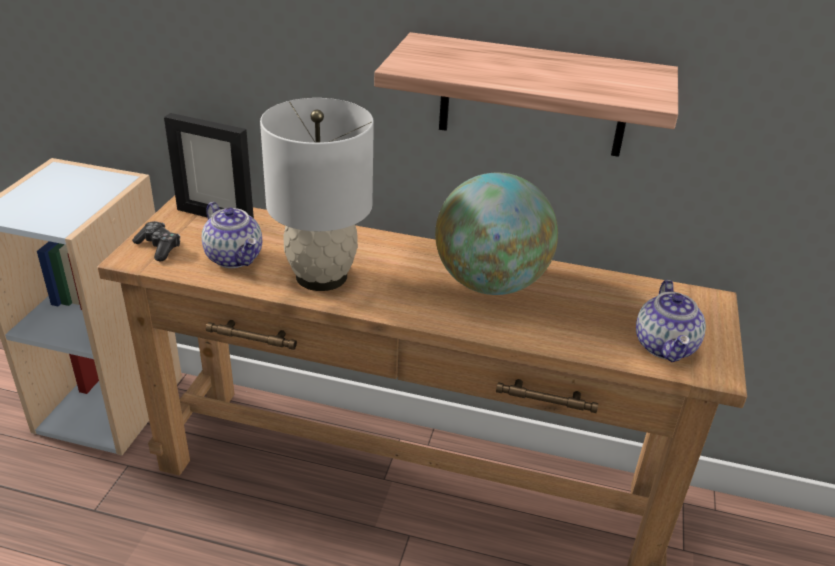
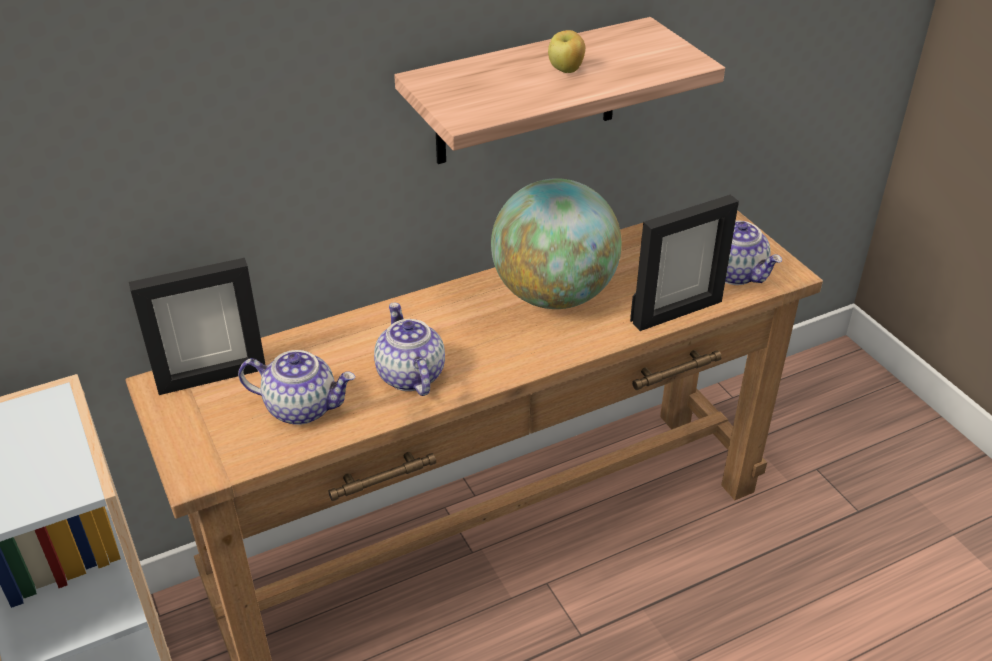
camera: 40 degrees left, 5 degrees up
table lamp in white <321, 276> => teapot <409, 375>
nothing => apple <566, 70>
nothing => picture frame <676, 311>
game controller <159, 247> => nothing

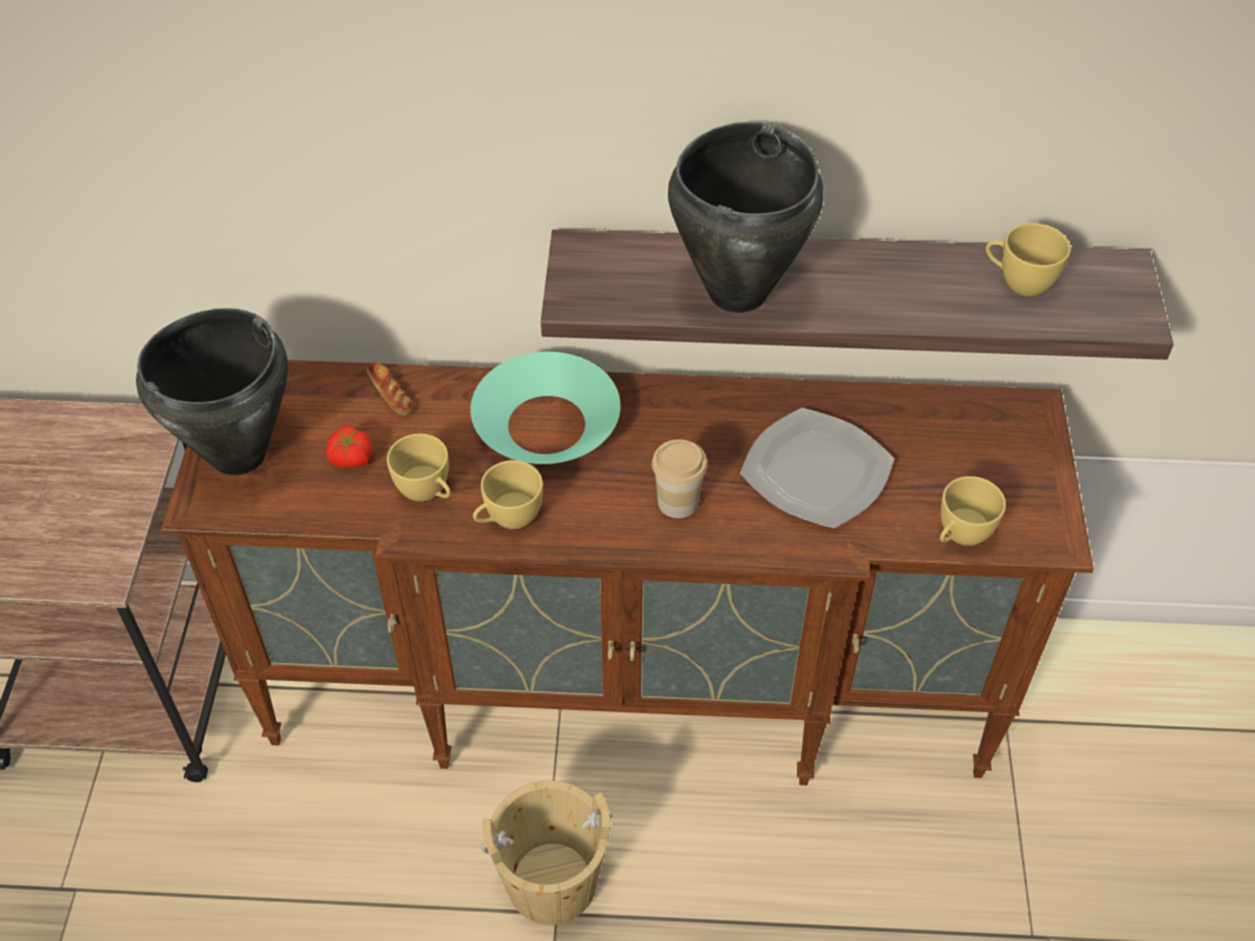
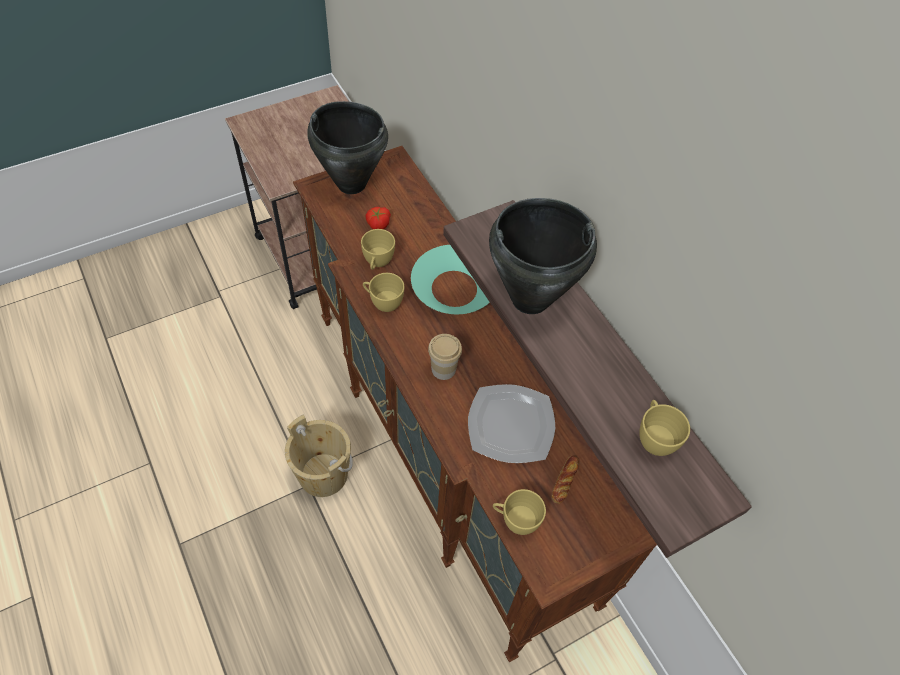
camera: 55 degrees right, 5 degrees up
bread <390, 392> => bread <564, 481>, relocated

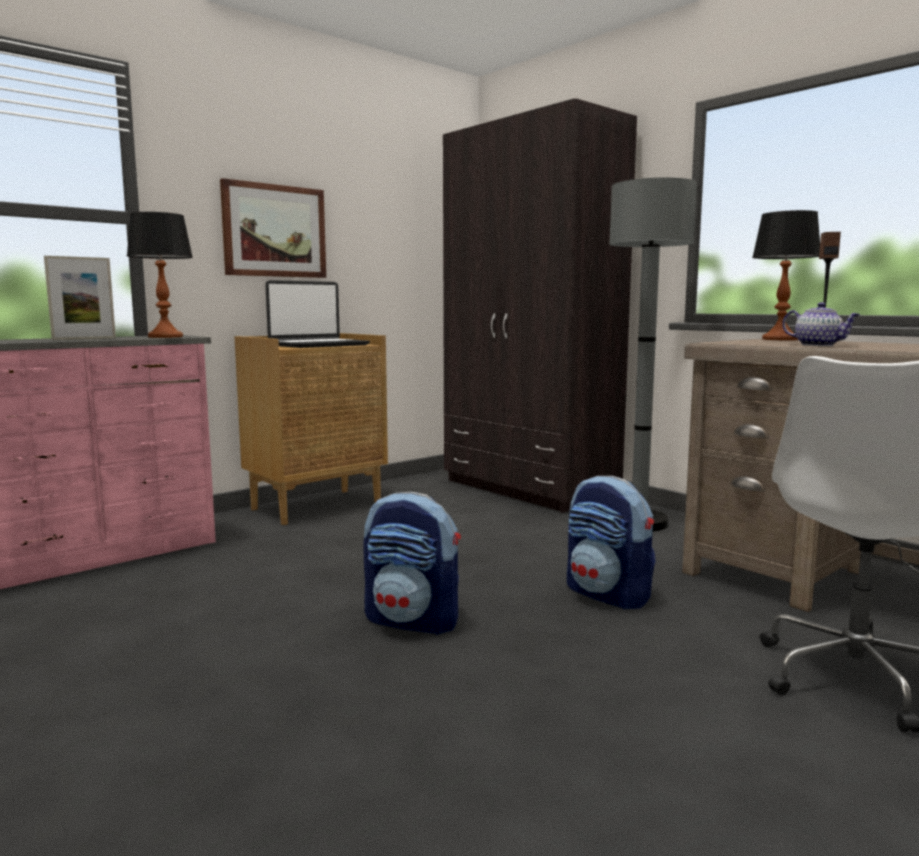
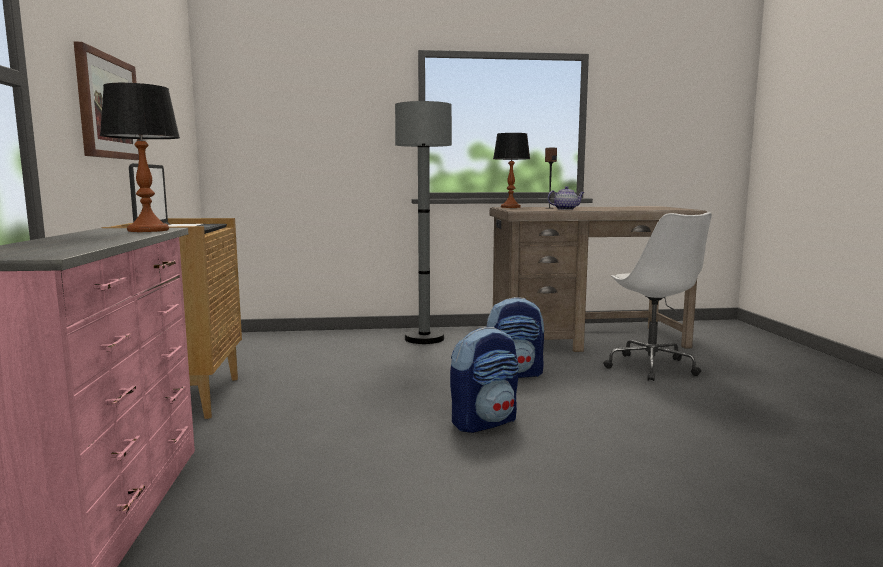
camera: 55 degrees left, 0 degrees up
picture frame <84, 339> => nothing
wardrobe in brown <529, 489> => nothing

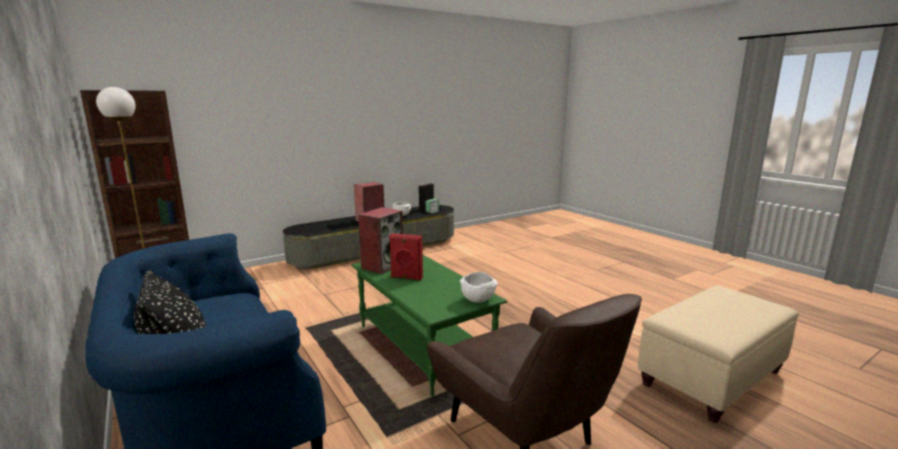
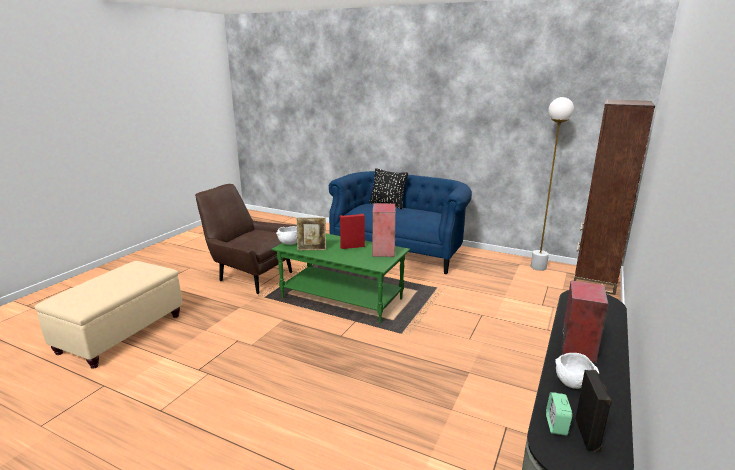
camera: 150 degrees right, 5 degrees up
nothing => picture frame <312, 249>

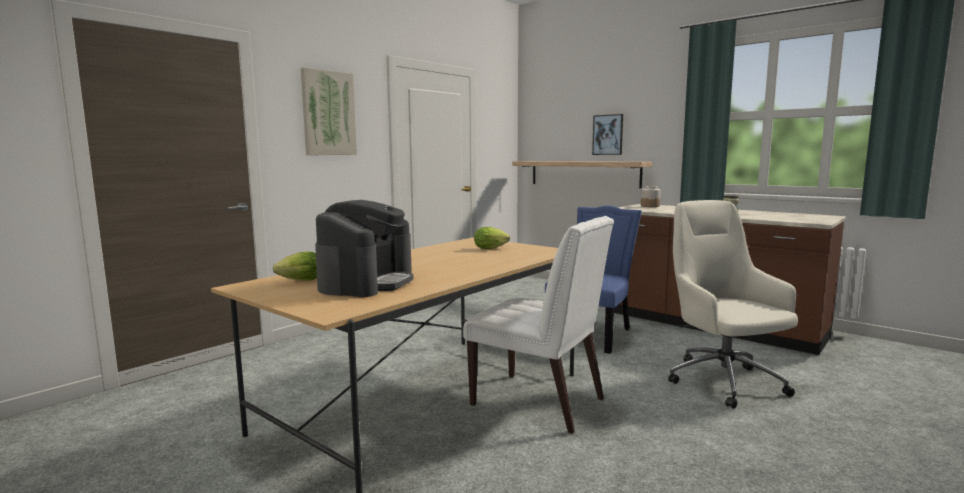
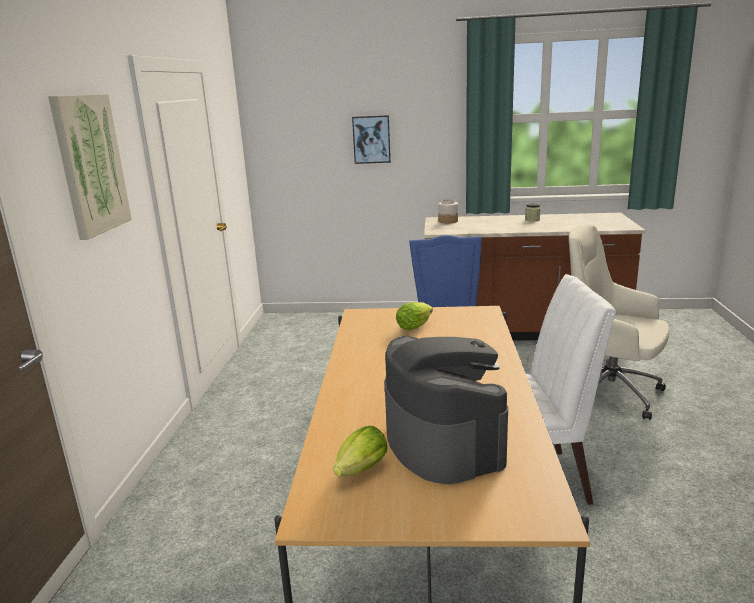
camera: 35 degrees left, 10 degrees up
shelf <583, 173> => nothing

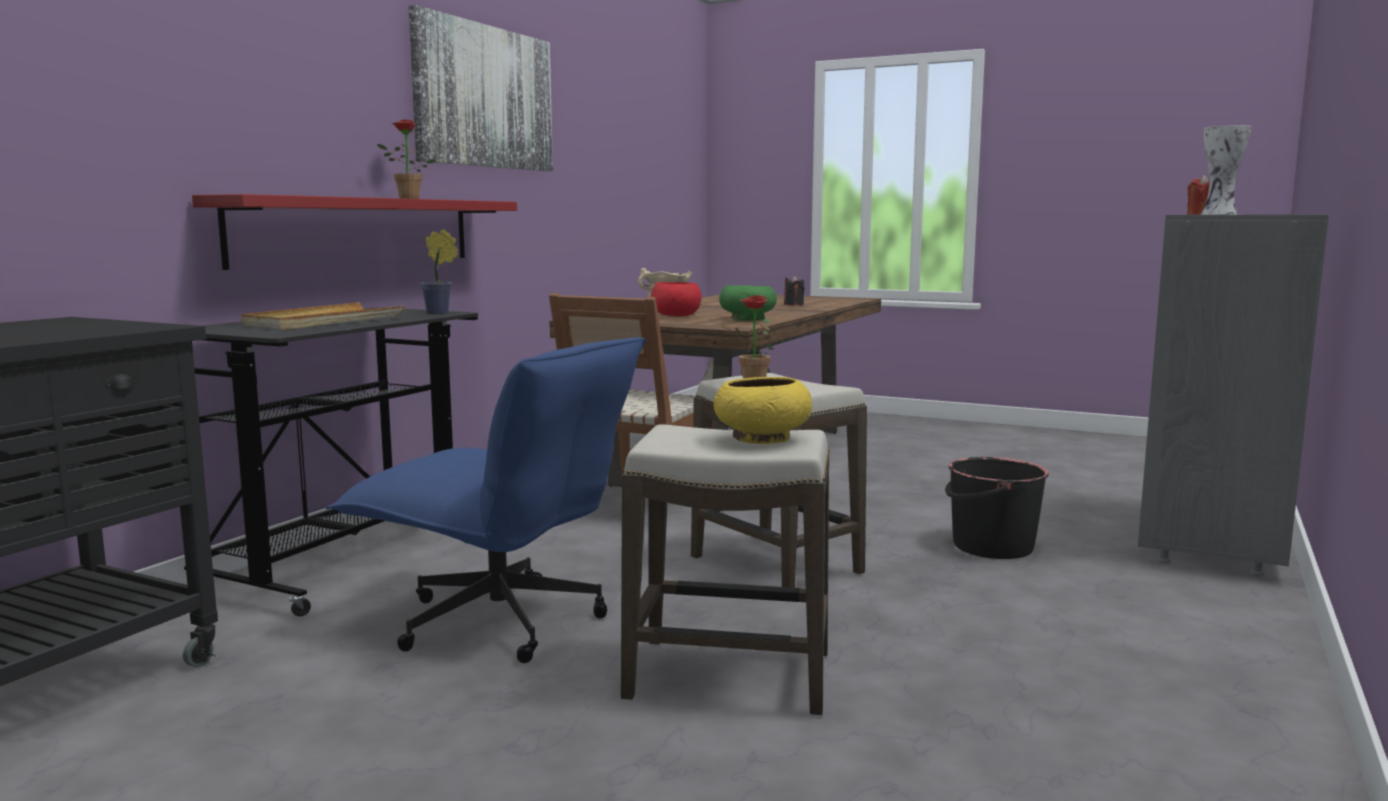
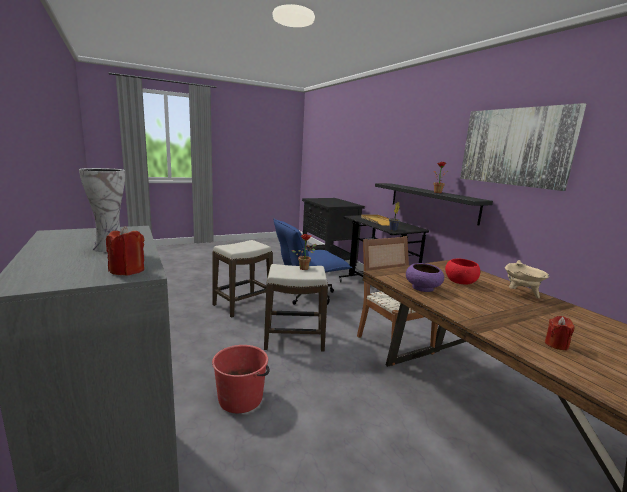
camera: 125 degrees right, 5 degrees up
bucket in black <991, 547> => bucket in red <241, 398>
shelf in red <357, 231> => shelf in black <432, 202>
bowl in green <747, 319> => bowl in purple <423, 288>
candle in black <793, 304> => candle in red <556, 345>
bowl in yellow <761, 438> => nothing

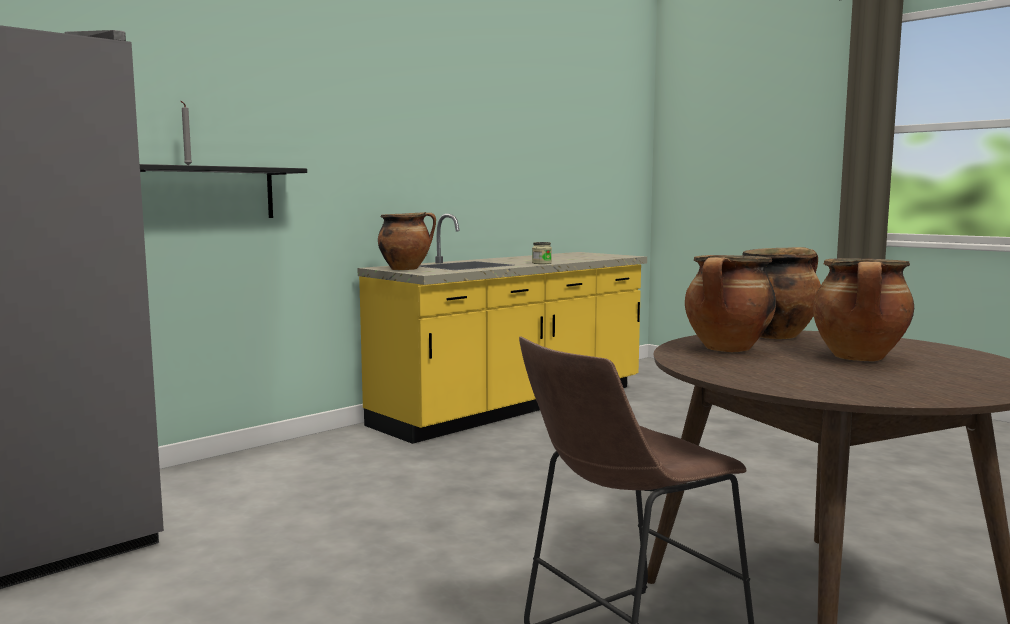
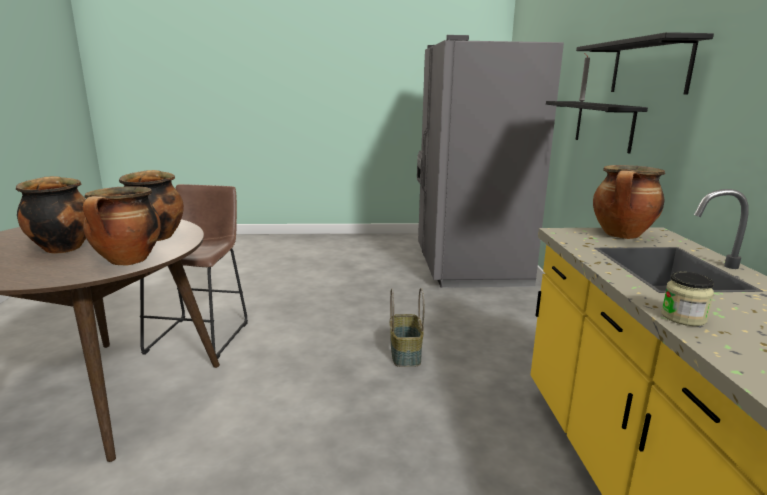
camera: 130 degrees right, 10 degrees up
nothing => basket <406, 353>
nothing => shelf in black <649, 67>

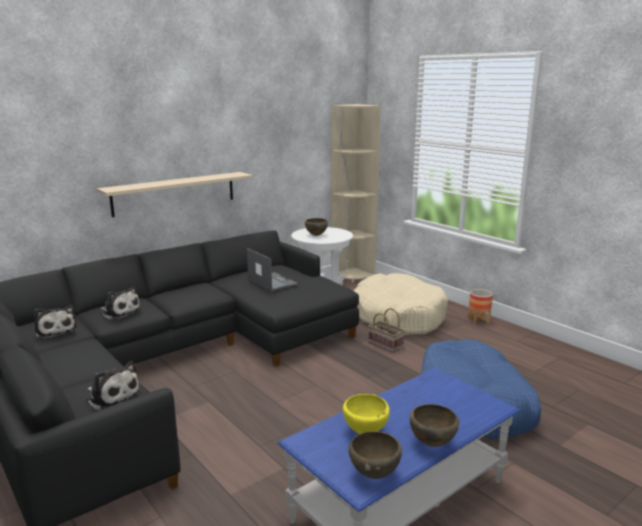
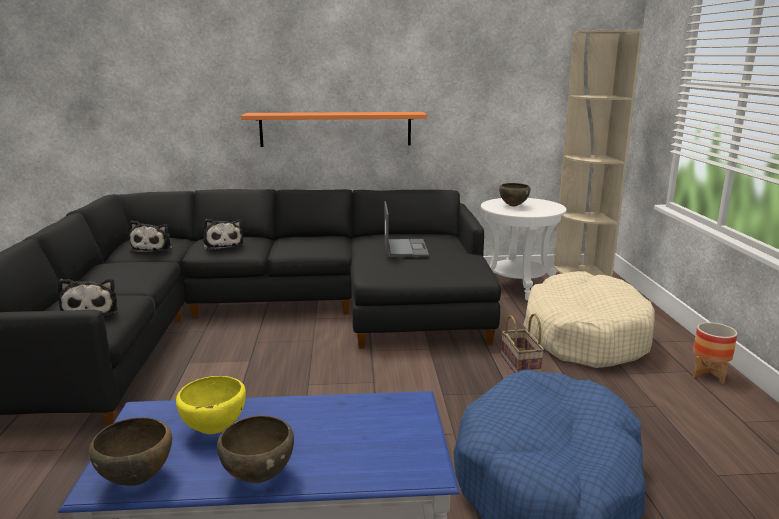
camera: 35 degrees right, 0 degrees up
shelf in beige <175, 193> => shelf in orange <335, 129>

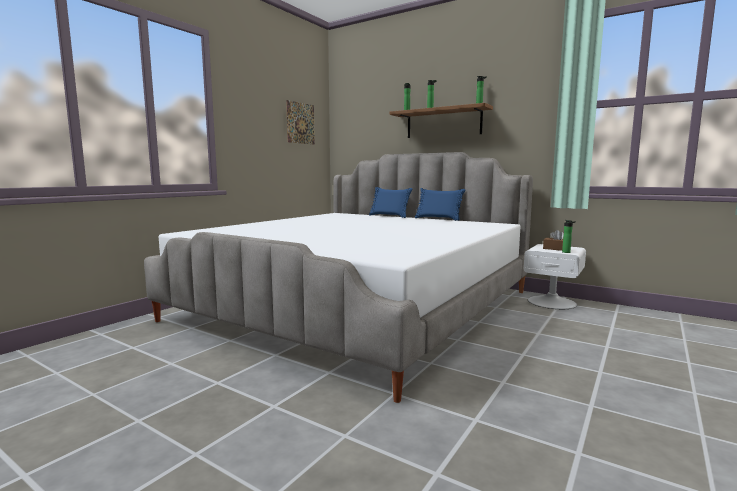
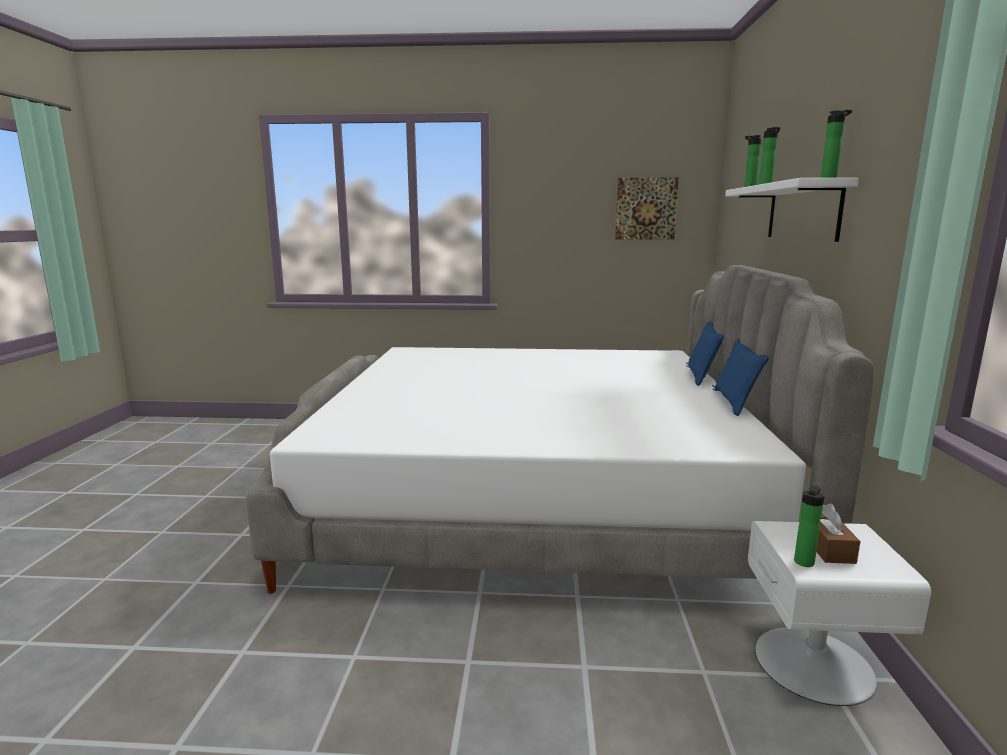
camera: 60 degrees right, 5 degrees up
shelf in brown <443, 123> => shelf in white <802, 212>

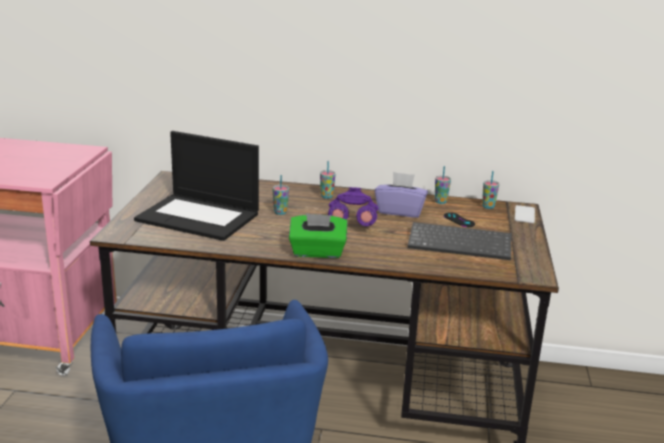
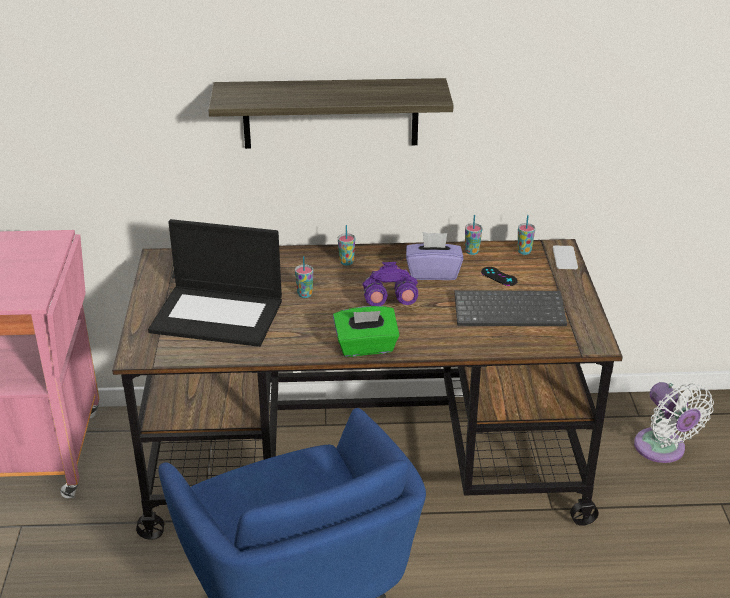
camera: 10 degrees left, 10 degrees up
nothing => shelf <330, 113>
nothing => fan in white <662, 450>

